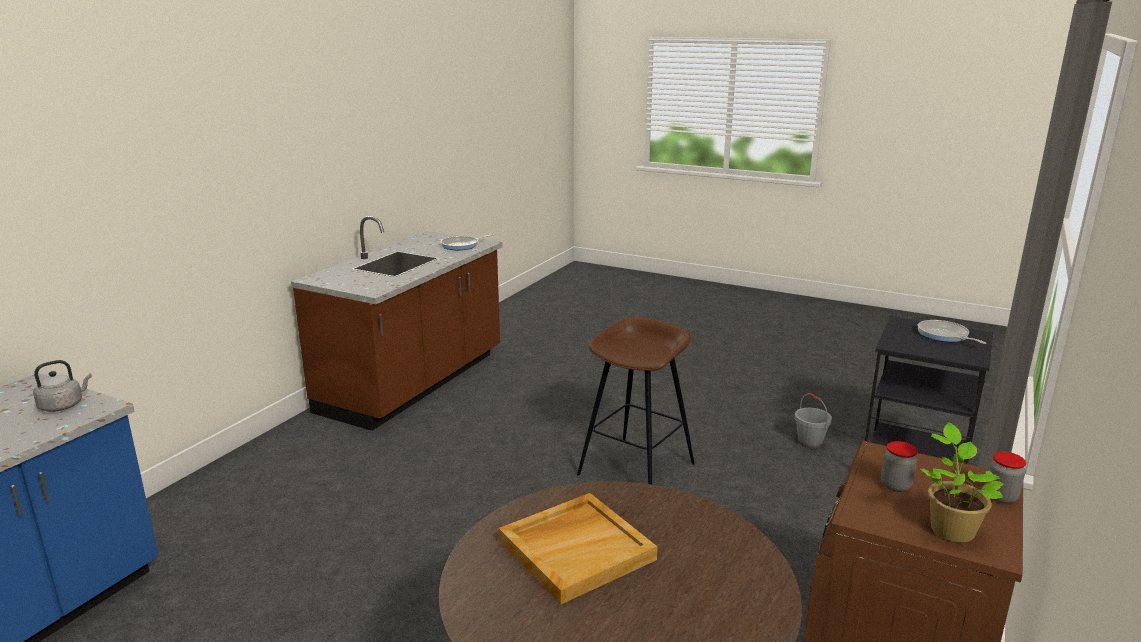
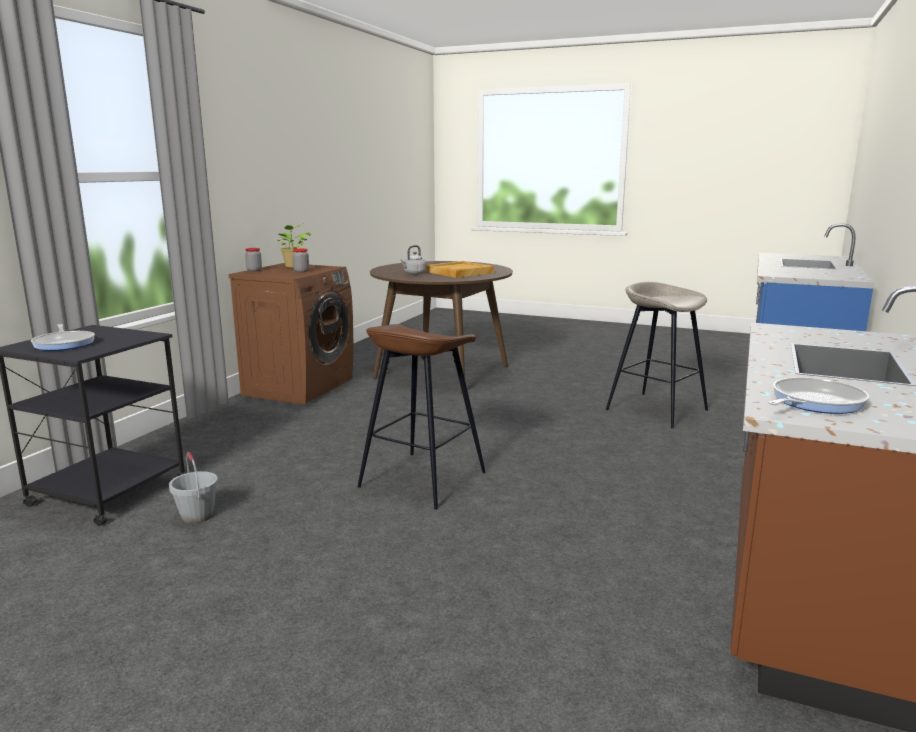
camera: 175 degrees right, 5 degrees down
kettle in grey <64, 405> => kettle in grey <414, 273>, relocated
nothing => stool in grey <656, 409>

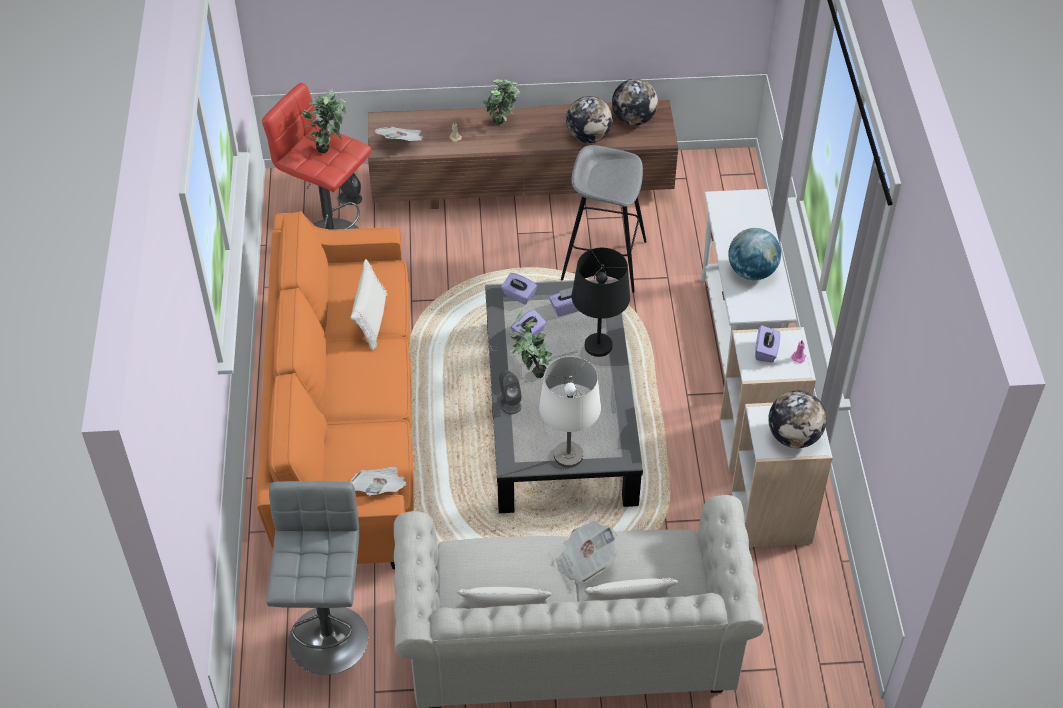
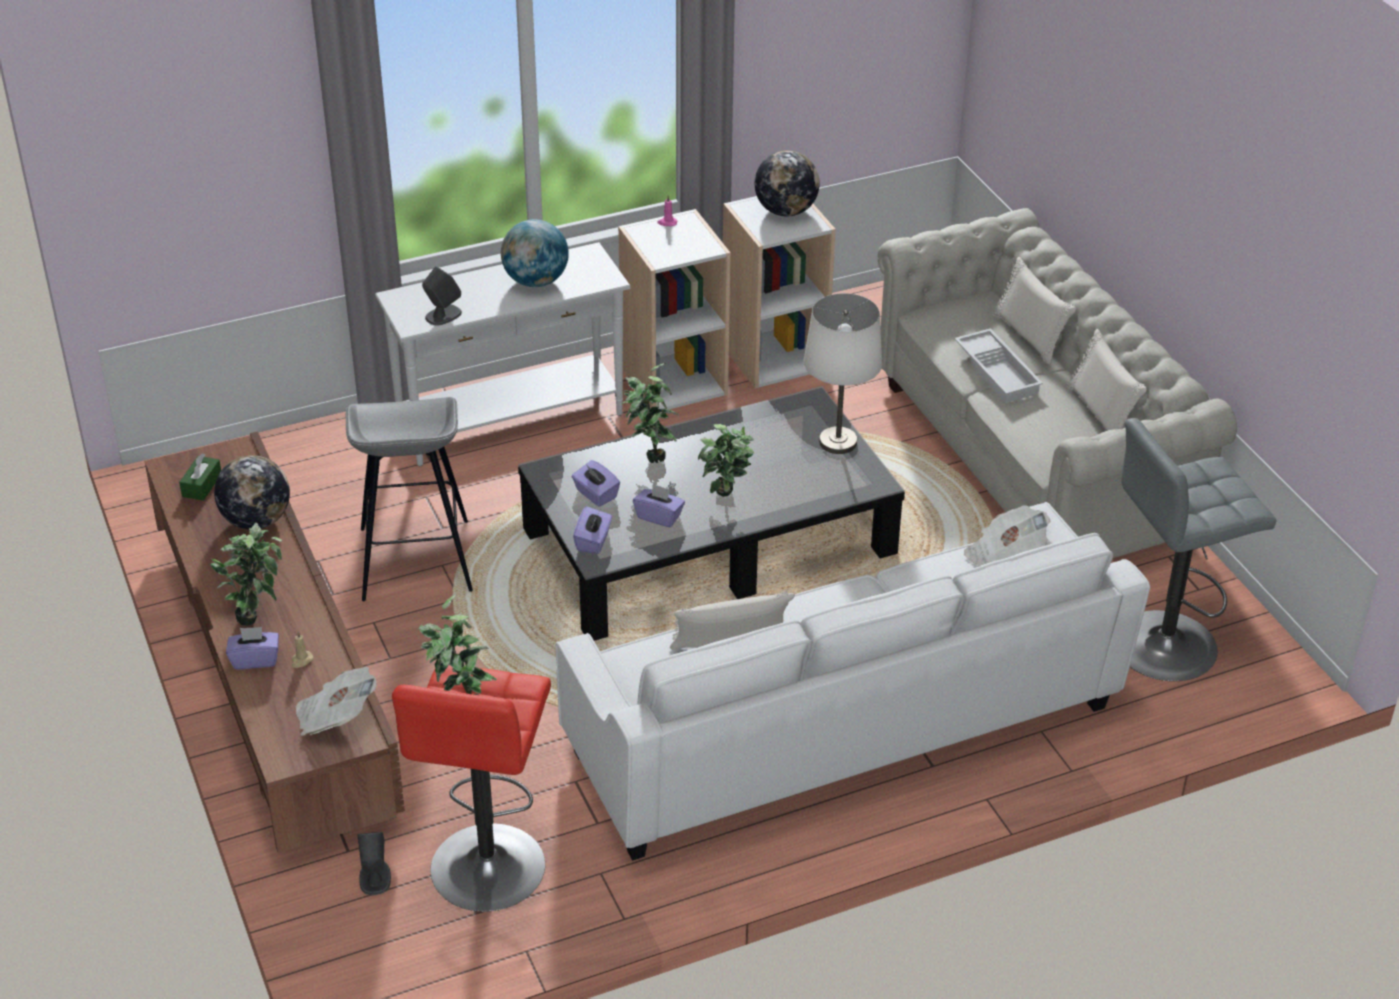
camera: 110 degrees left, 10 degrees down
globe <633, 119> => tissue box in green <202, 485>
tissue box in purple <766, 351> => tissue box in purple <255, 659>, relocated
speaker in grey <509, 402> => speaker in grey <443, 315>, relocated
sofa in orange <346, 424> => sofa in white <842, 731>
table lamp in black <598, 346> => potted plant <649, 454>
newspaper <584, 562> => tray in white <998, 371>

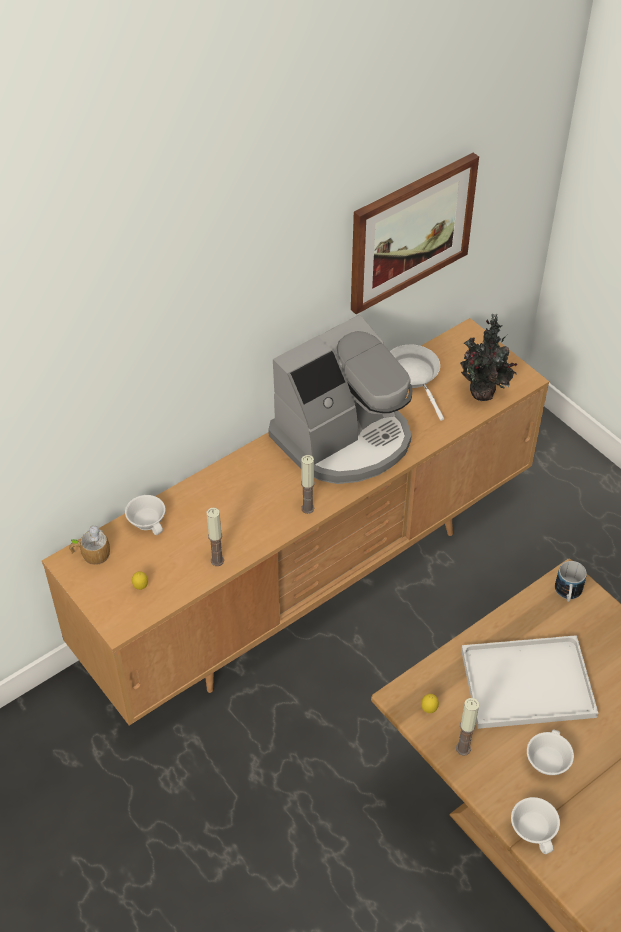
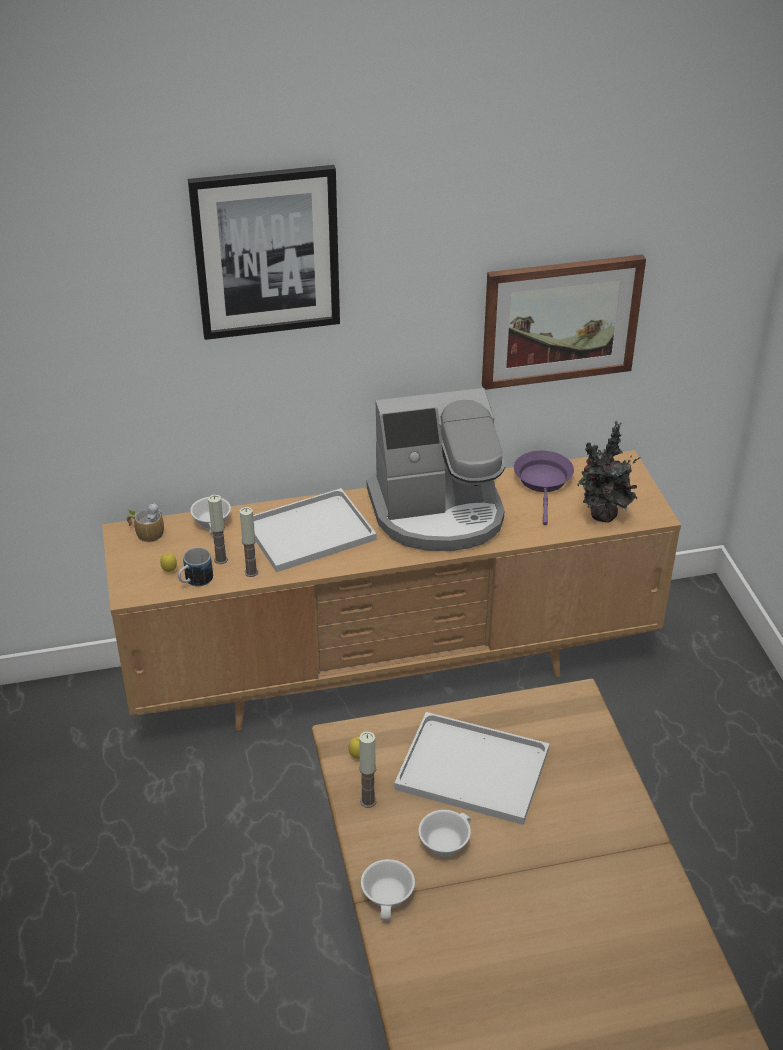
camera: 25 degrees right, 10 degrees down
mug <567, 594> => mug <194, 581>, relocated
nothing => picture <266, 252>
candle <307, 508> => candle <221, 559>, relocated
nothing => tray in white <311, 530>
frying pan in white <414, 376> => frying pan in purple <543, 482>

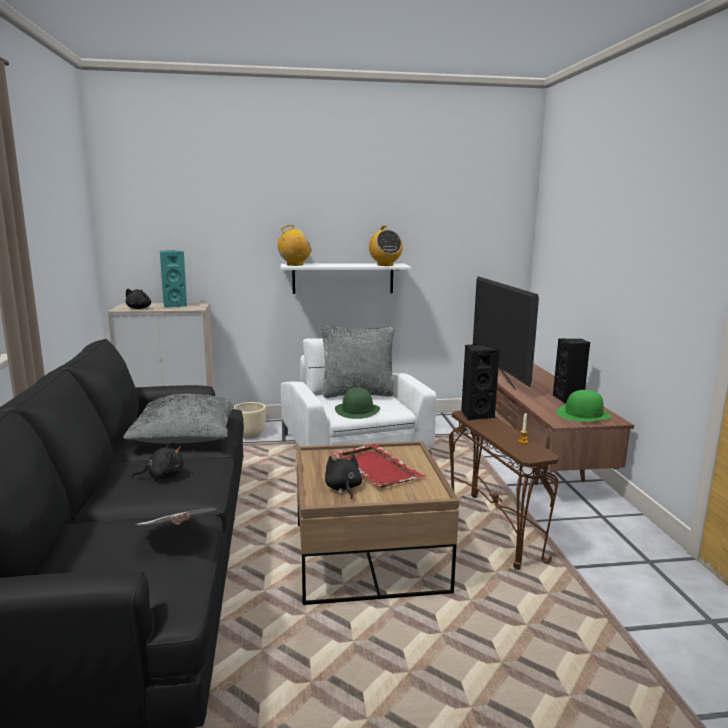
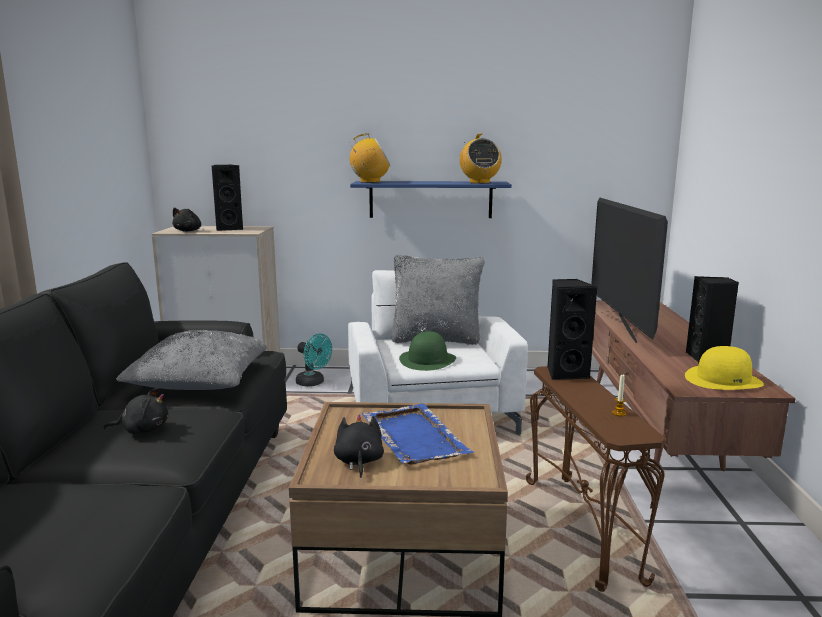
camera: 10 degrees right, 0 degrees up
speaker in turquoise <173, 305> => speaker in black <229, 228>
planter in beige <250, 434> => fan in turquoise <313, 383>
shelf in white <343, 278> => shelf in blue <430, 199>
tray in red <376, 468> => tray in blue <414, 436>
hat in green <583, 414> => hat in yellow <723, 379>
newspaper <179, 536> => nothing

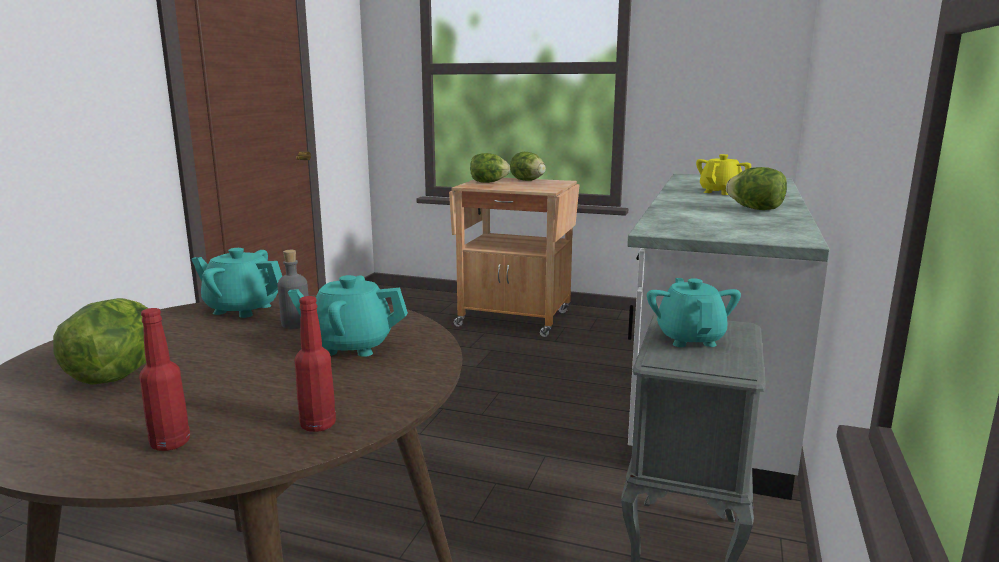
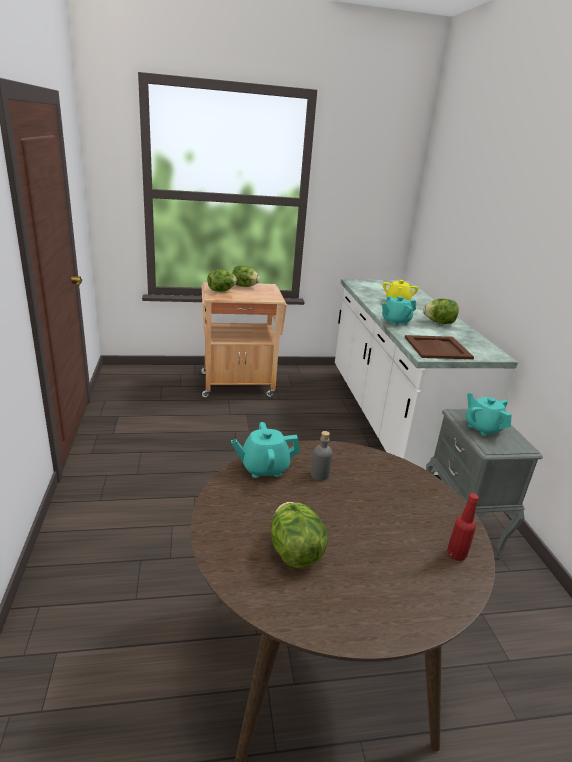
camera: 30 degrees left, 10 degrees up
teapot in turquoise <351, 346> => teapot in turquoise <395, 321>, relocated
nothing => tray in brown <437, 347>
bottle in red <170, 443> => nothing

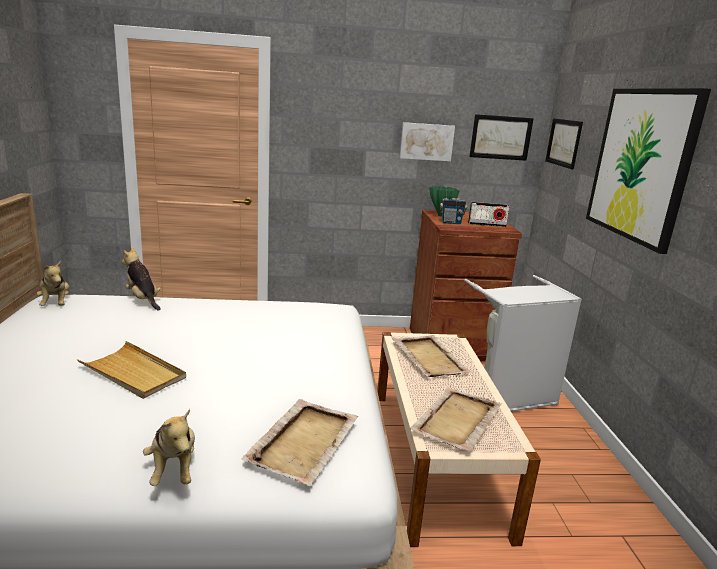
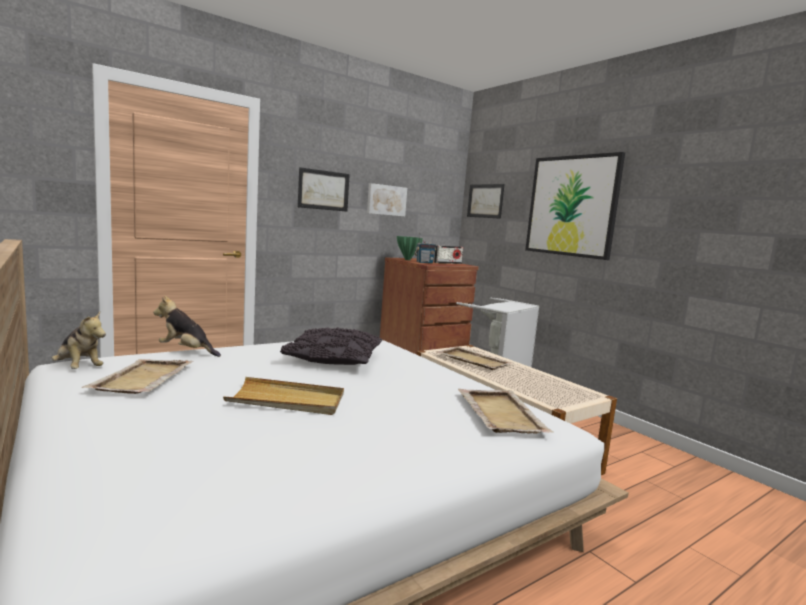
camera: 30 degrees left, 10 degrees down
tray in beige <456, 421> => tray in beige <142, 379>, relocated
nothing => pillow in black <334, 359>
picture <500, 137> => picture <323, 190>, relocated
plush toy <173, 469> => nothing

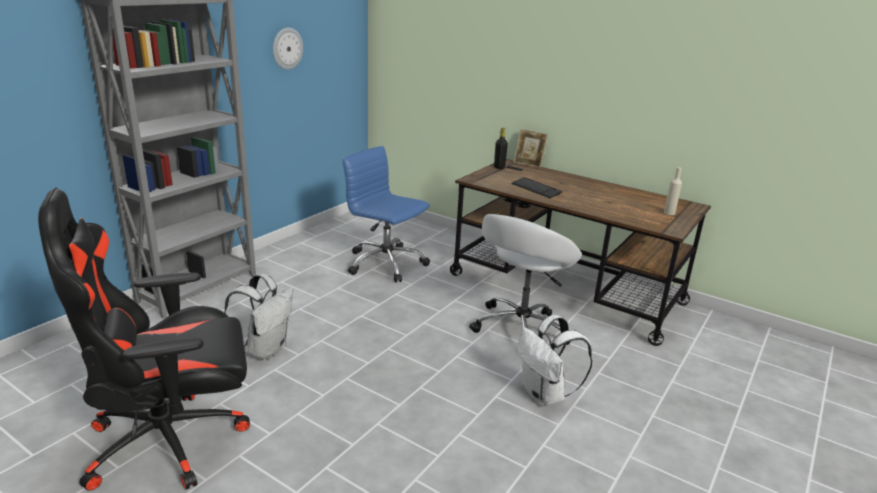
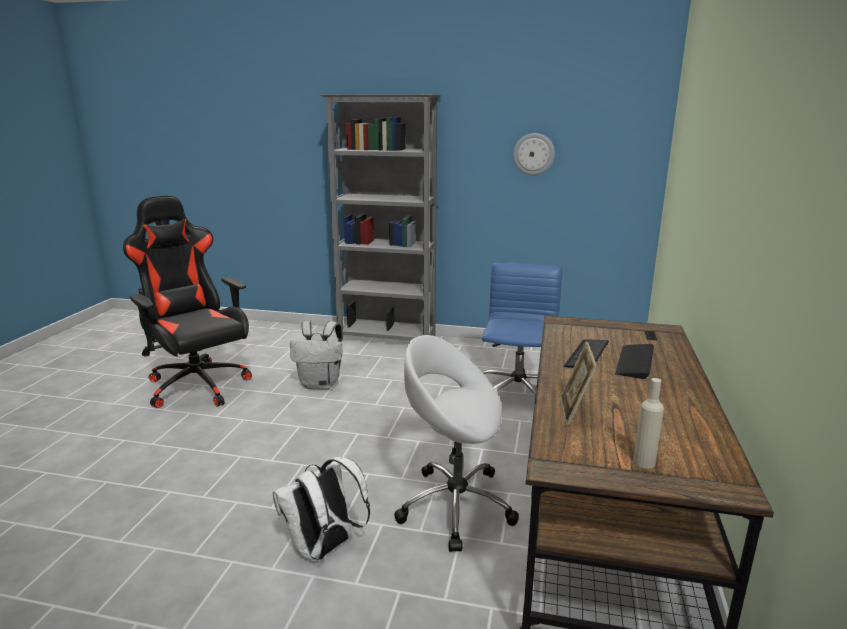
camera: 70 degrees right, 5 degrees down
picture frame <528, 164> => picture frame <574, 412>, relocated
nothing => keyboard <635, 361>
bottle in black <499, 167> => nothing

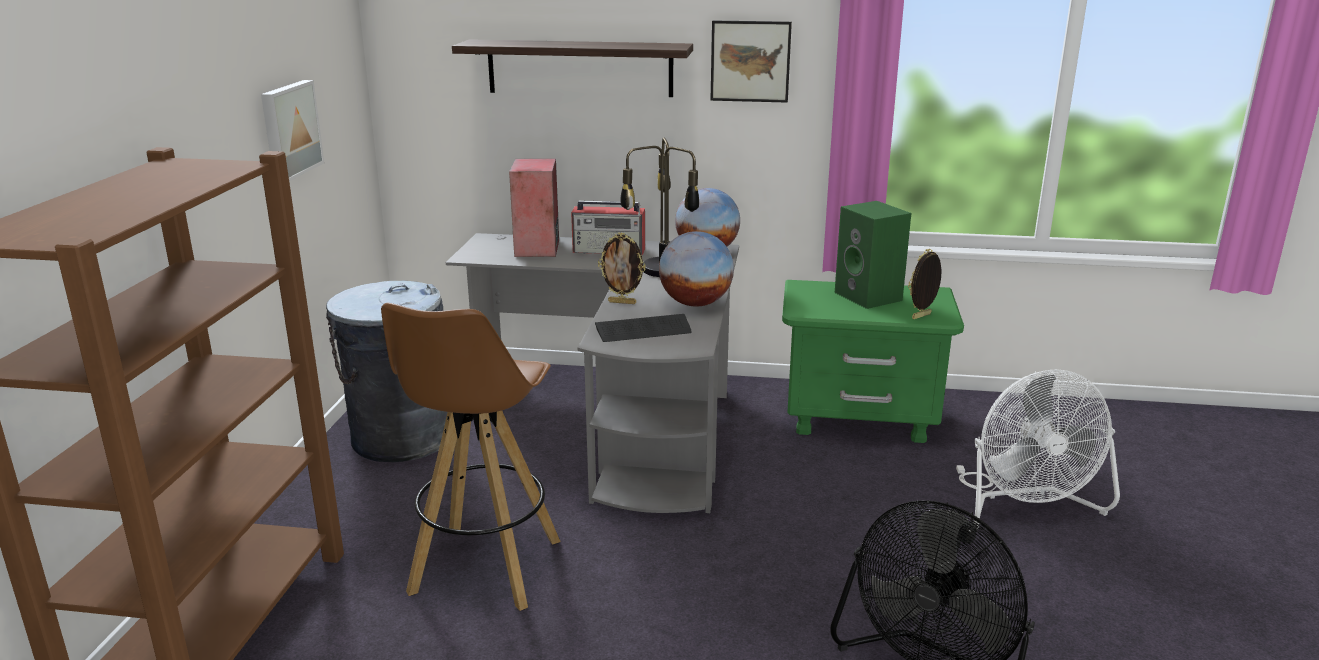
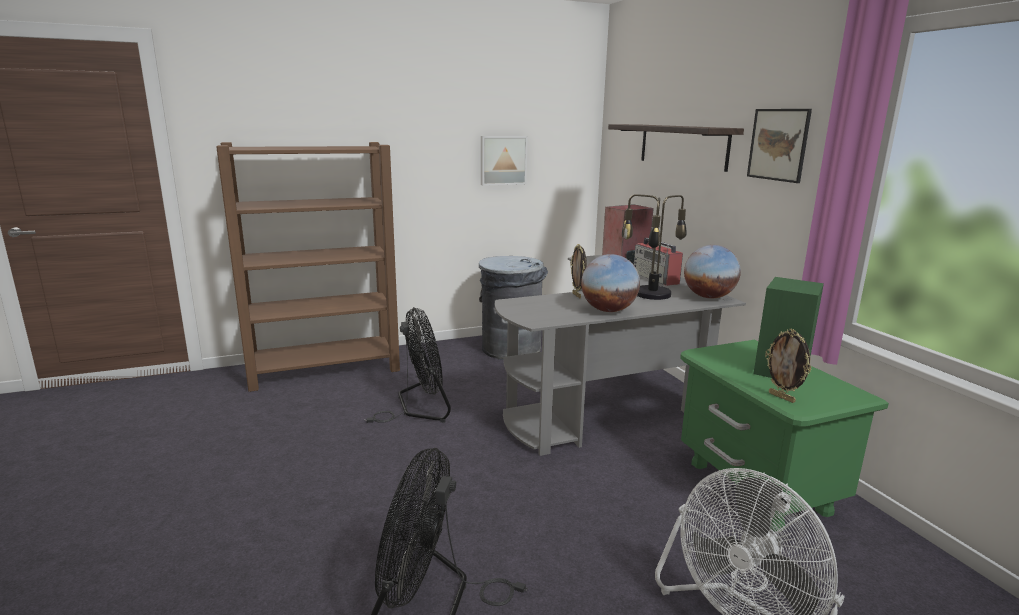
camera: 60 degrees right, 5 degrees down
stool in brown <483, 568> => fan in black <416, 405>
picture frame <922, 316> => picture frame <782, 397>, 150 degrees counterclockwise
keyboard <643, 330> => nothing

